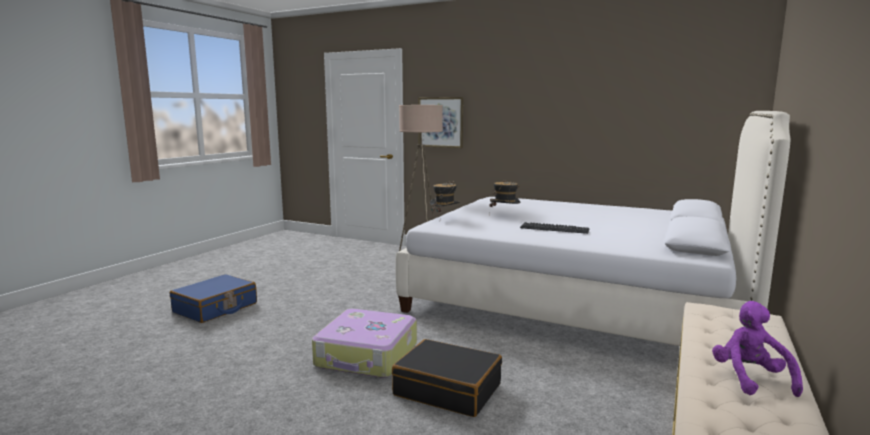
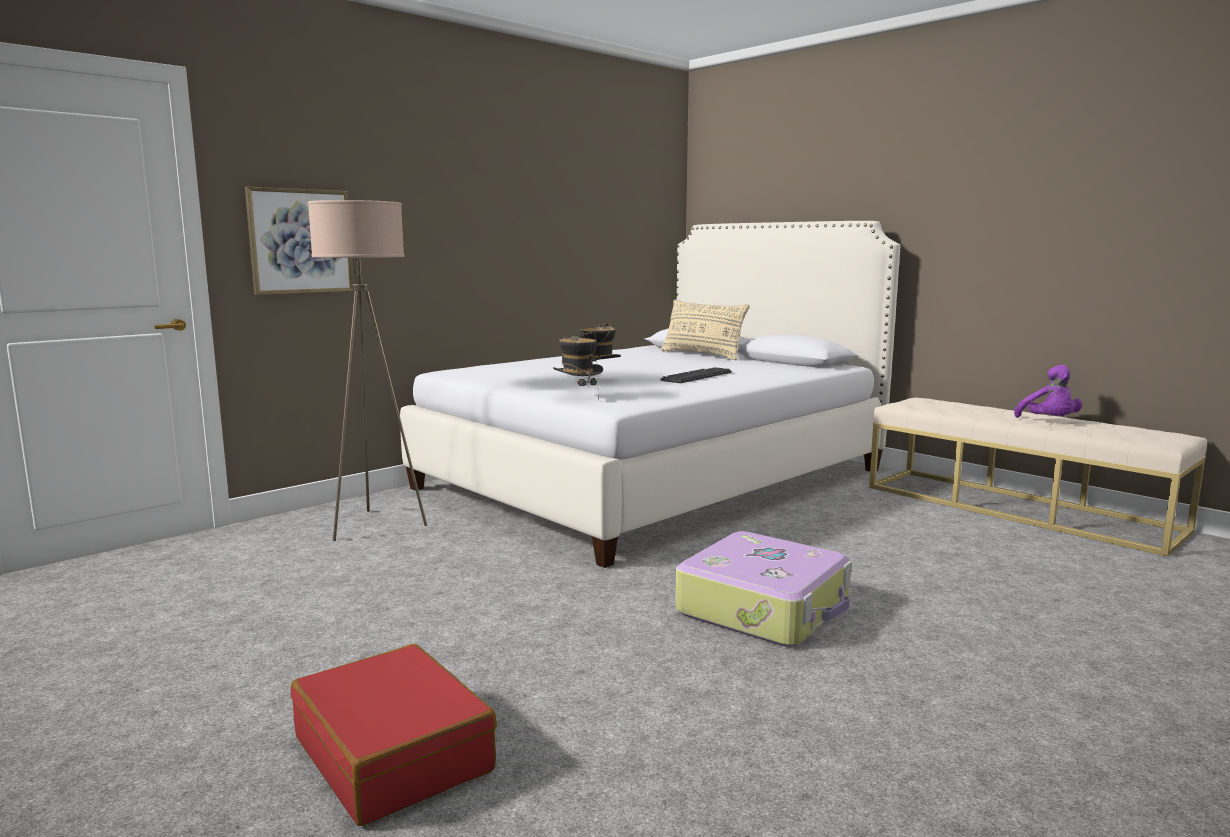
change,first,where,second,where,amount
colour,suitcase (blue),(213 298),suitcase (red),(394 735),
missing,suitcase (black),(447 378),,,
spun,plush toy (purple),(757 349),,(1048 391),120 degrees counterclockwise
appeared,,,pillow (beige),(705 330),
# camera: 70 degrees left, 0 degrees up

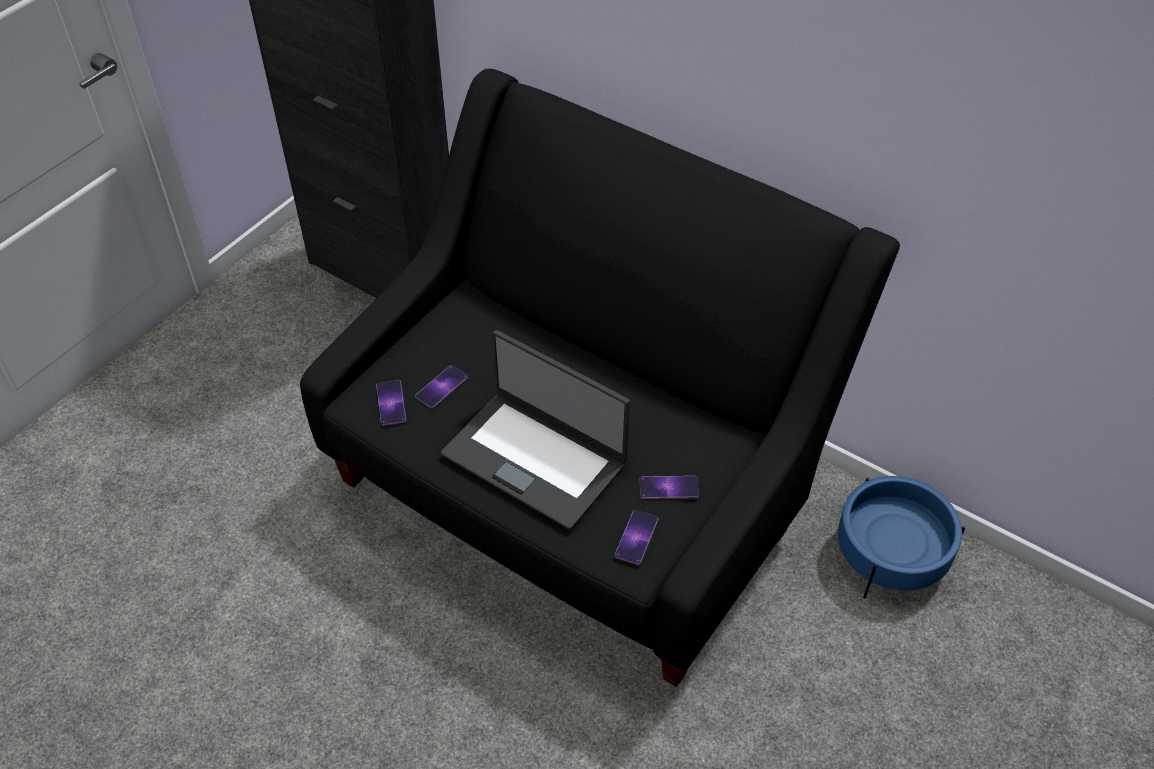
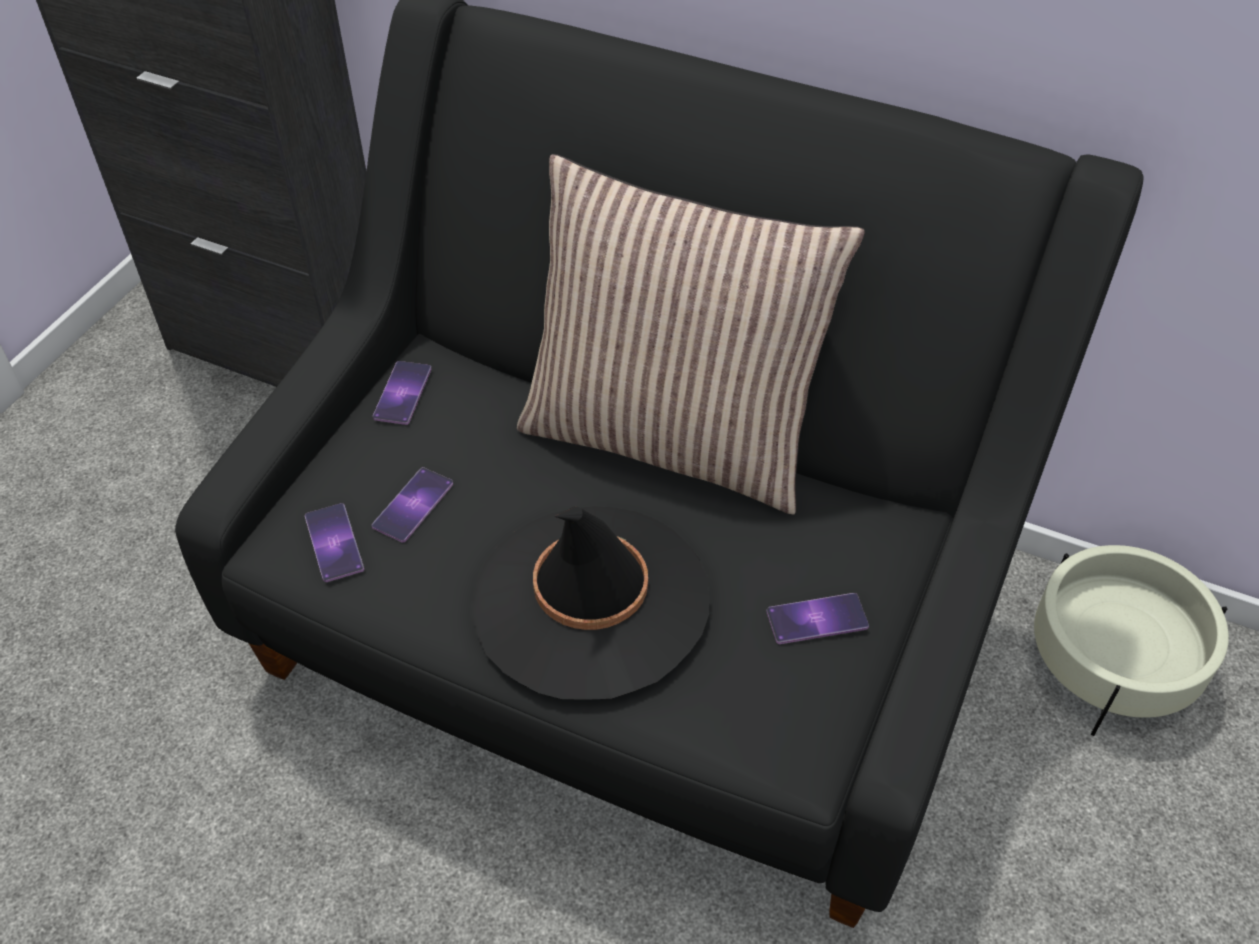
change,first,where,second,where,amount
exchanged,laptop,(535 430),hat (black),(590 603),
relocated,phone,(636 537),,(402 393),
colour,planter (blue),(901 537),planter (beige),(1131 640),
appeared,,,pillow,(691 334),
# camera: 10 degrees left, 0 degrees up

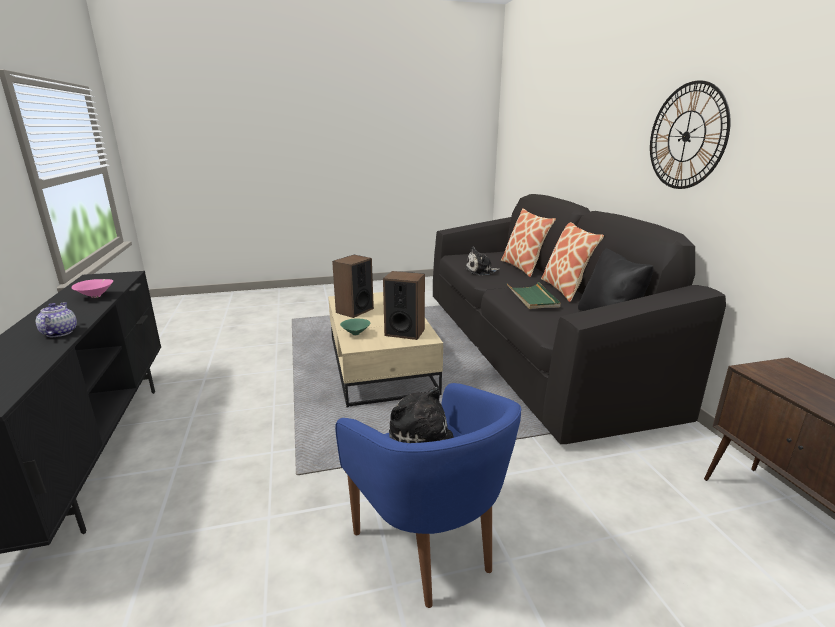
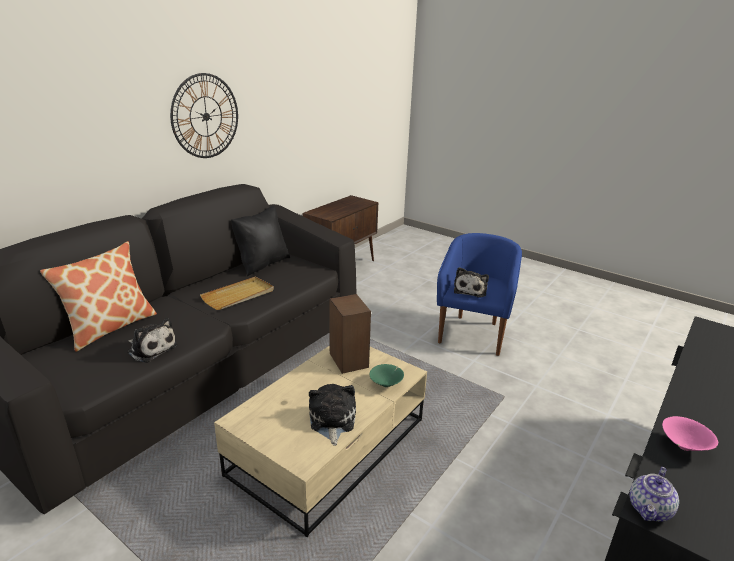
change,first,where,second,where,amount
relocated,teapot,(56 319),,(654 494),
exchanged,speaker,(353 286),plush toy,(332 415),
colour,tray (green),(533 295),tray (beige),(237 293),
missing,pillow,(572 262),,,
# camera: 130 degrees left, 5 degrees up

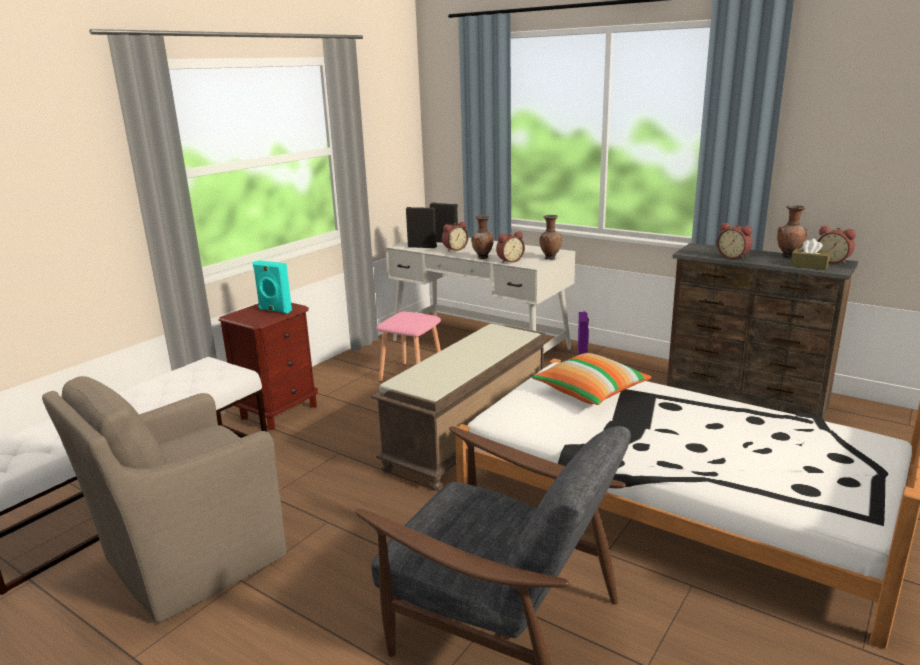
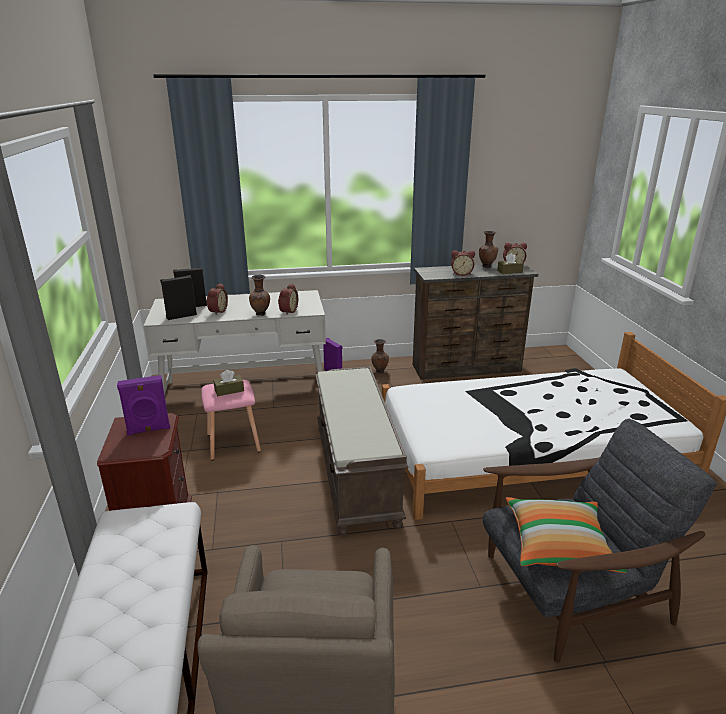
change,first,where,second,where,amount
colour,speaker (turquoise),(272 287),speaker (purple),(143 405),
relocated,pillow,(592 379),,(567 535),
relocated,vase (brown),(550 237),,(380 356),
appeared,,,tissue box (brown),(229 383),
# camera: 45 degrees left, 5 degrees up

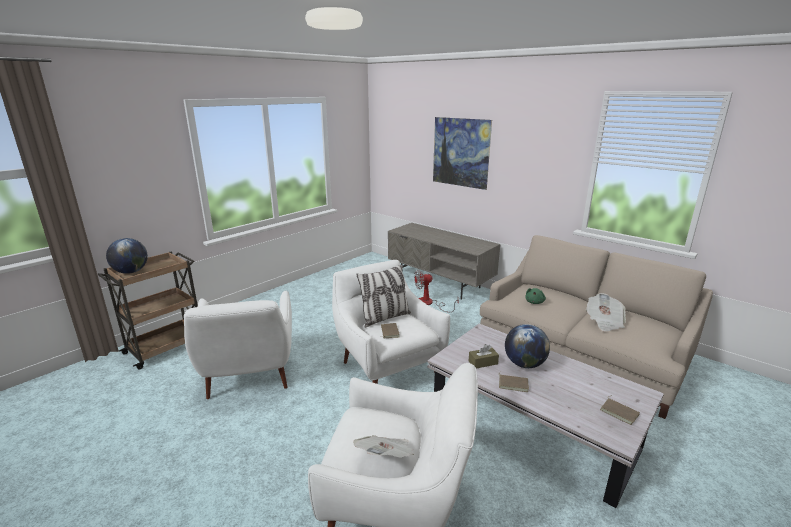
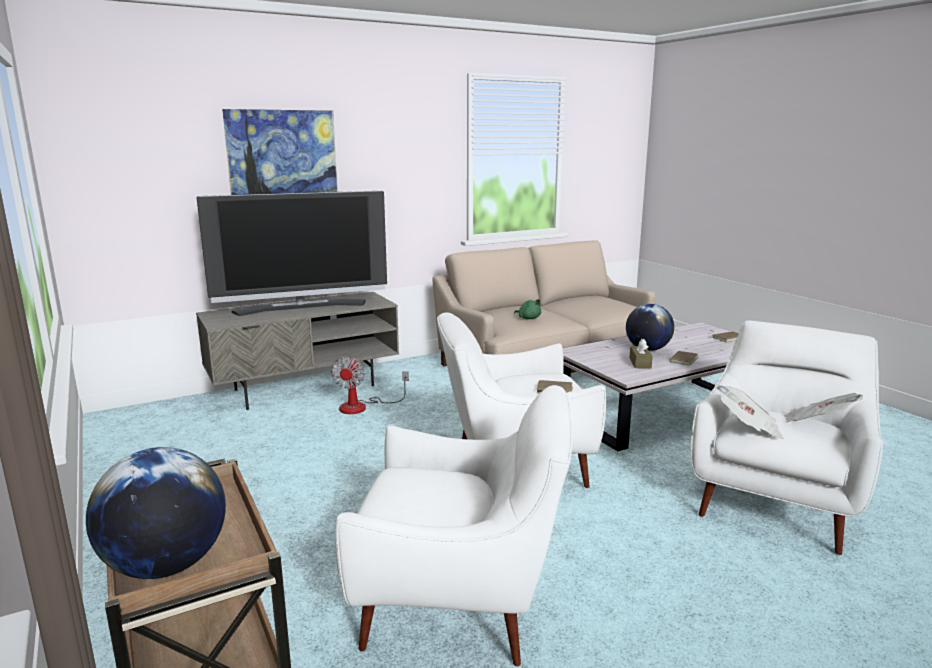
change,first,where,second,where,amount
missing,pillow,(383 296),,,
relocated,newspaper,(606 312),,(749 411),
appeared,,,television,(292 253),
# camera: 70 degrees left, 5 degrees down

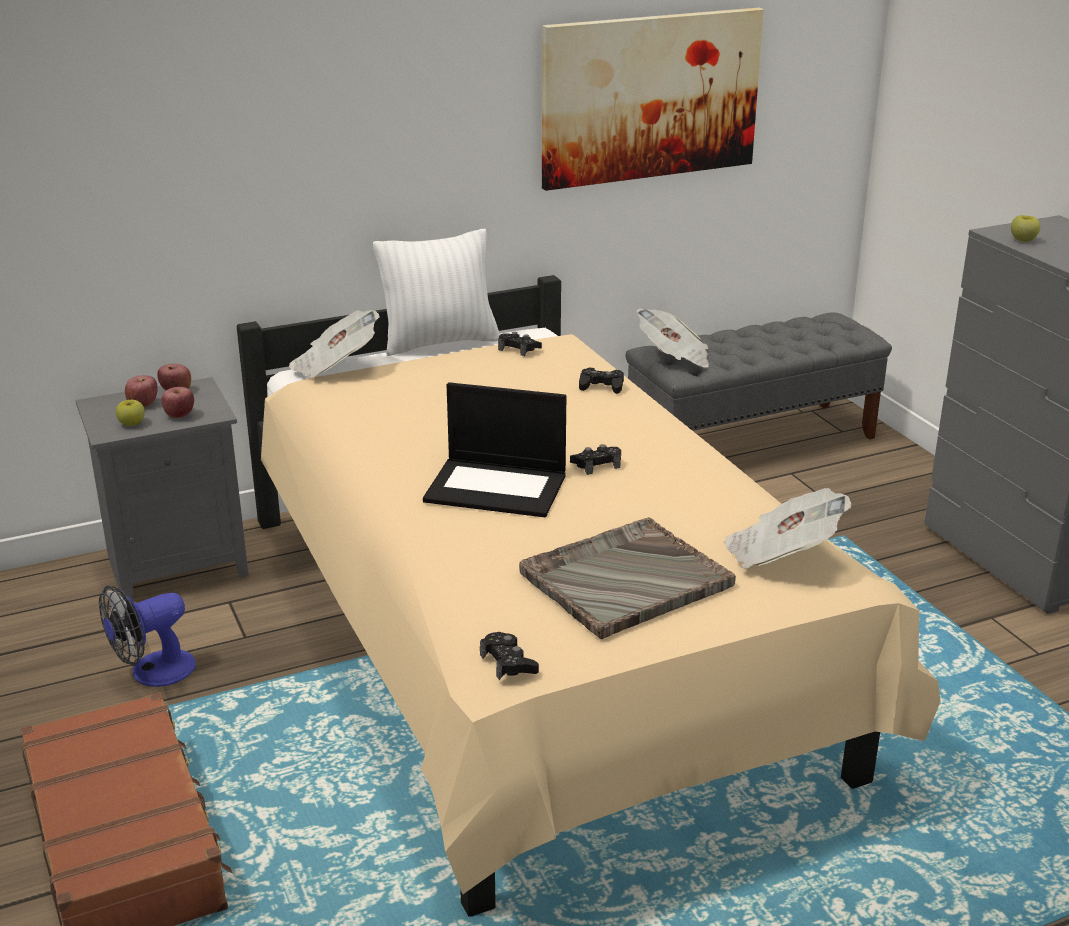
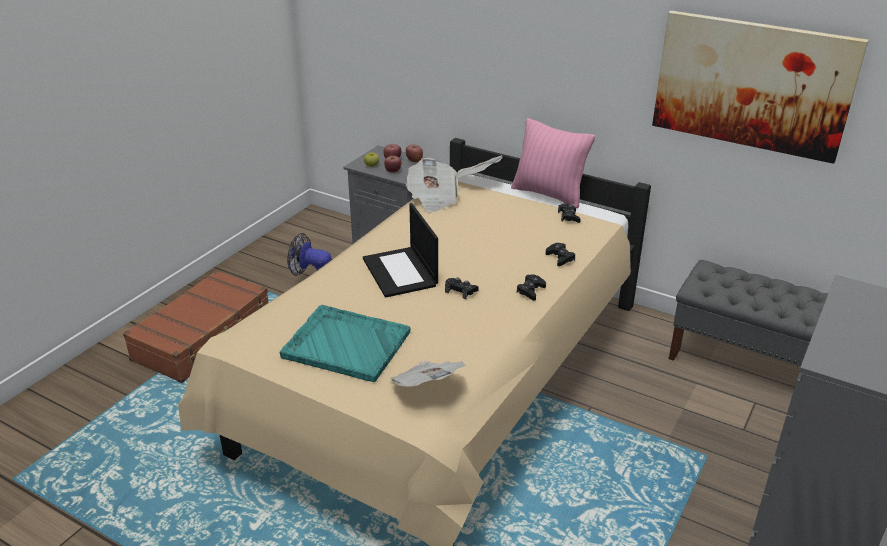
change,first,where,second,where,amount
colour,pillow (white),(436 292),pillow (pink),(553 163),
relocated,game controller (black),(509 656),,(531 287),
colour,tray (grey),(627 579),tray (turquoise),(345 343),
relocated,newspaper,(672 338),,(432 185),
missing,apple,(1025 228),,,
# camera: 55 degrees right, 5 degrees up

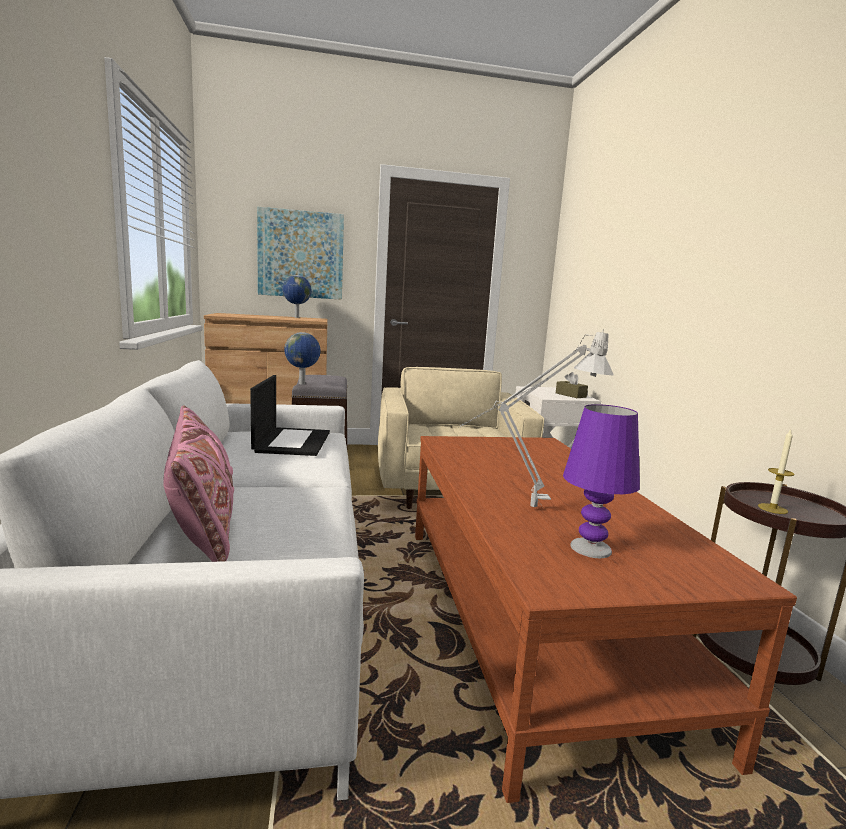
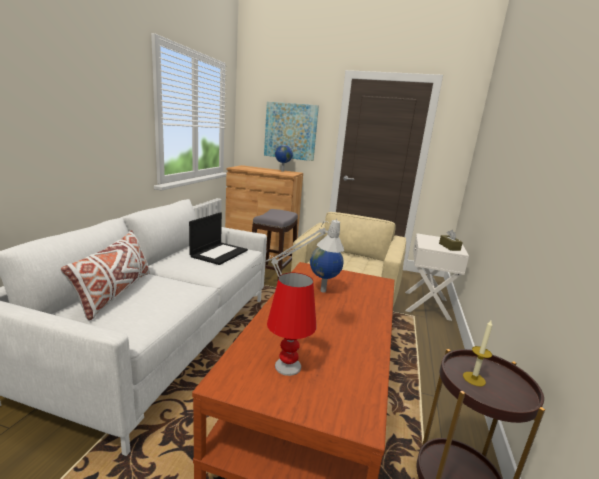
change,first,where,second,where,amount
colour,pillow (pink),(198 483),pillow (white),(105 275),
relocated,globe,(302 358),,(327 270),
colour,table lamp (purple),(601 481),table lamp (red),(292 324),
# camera: 25 degrees right, 5 degrees up

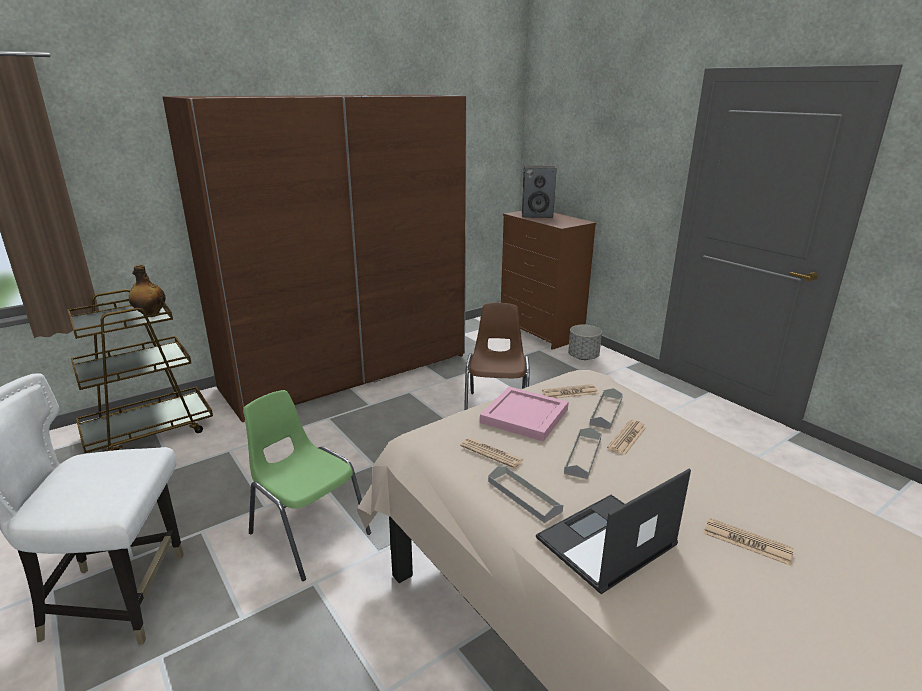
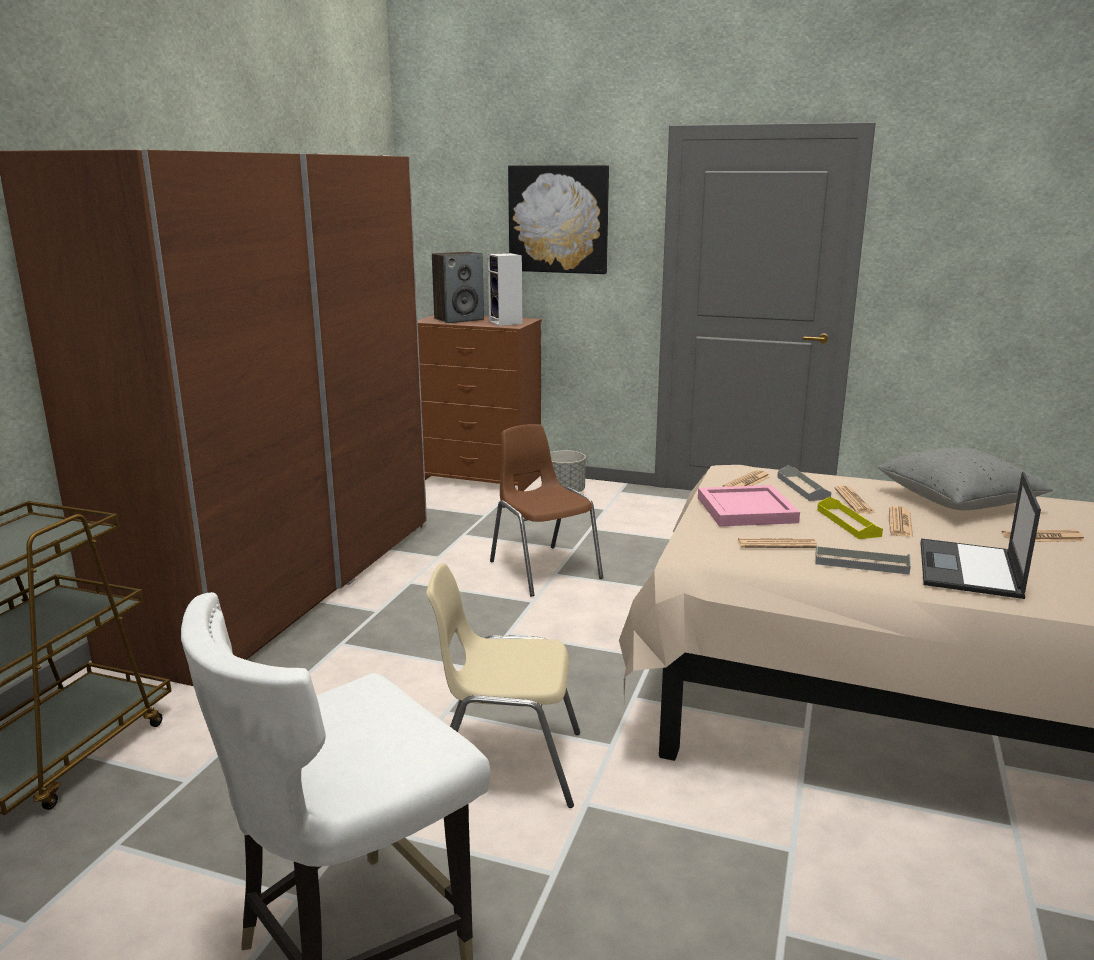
change,first,where,second,where,amount
missing,bottle,(147 291),,,
colour,chair (green),(307 485),chair (beige),(503 685),
colour,tray (grey),(582 453),tray (yellow),(850 518),
appeared,,,speaker,(504 289),
appeared,,,picture,(558 219),
appeared,,,pillow (grey),(964 478),
appeared,,,newspaper,(901 521),
# camera: 35 degrees left, 5 degrees down

